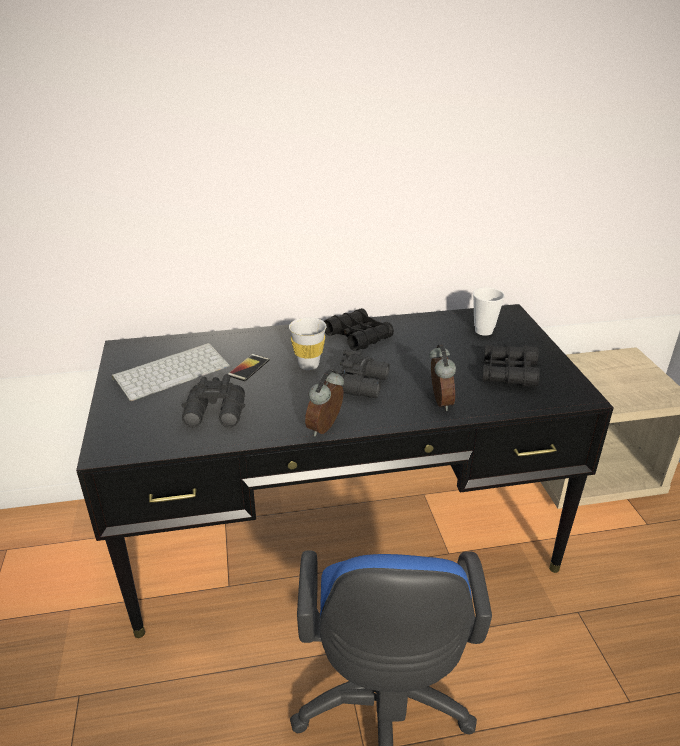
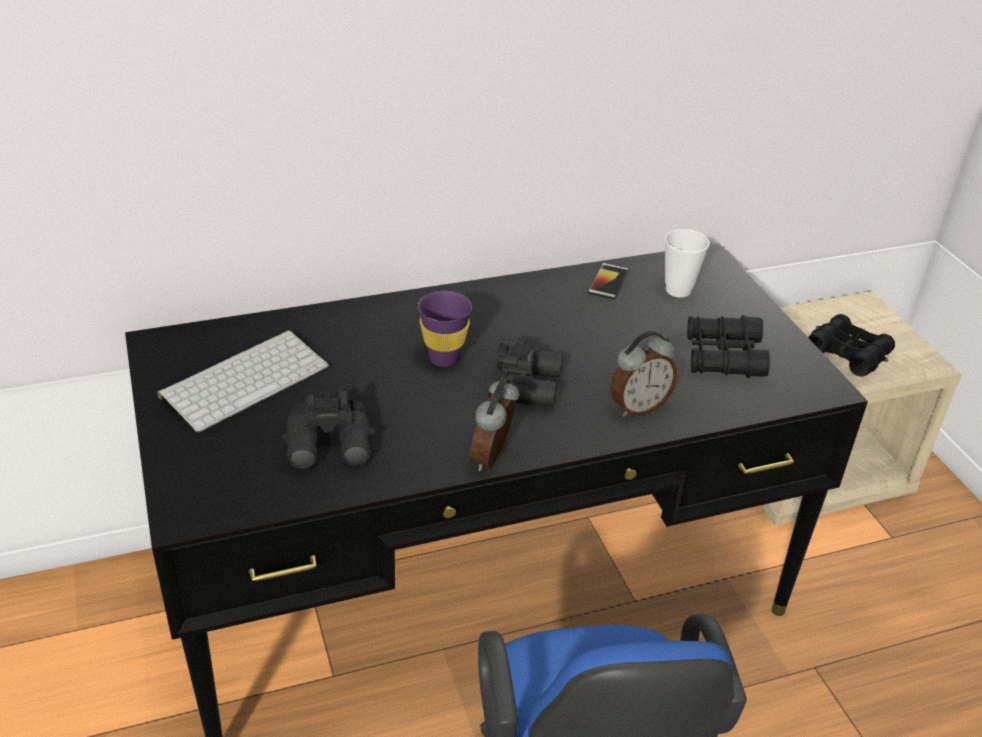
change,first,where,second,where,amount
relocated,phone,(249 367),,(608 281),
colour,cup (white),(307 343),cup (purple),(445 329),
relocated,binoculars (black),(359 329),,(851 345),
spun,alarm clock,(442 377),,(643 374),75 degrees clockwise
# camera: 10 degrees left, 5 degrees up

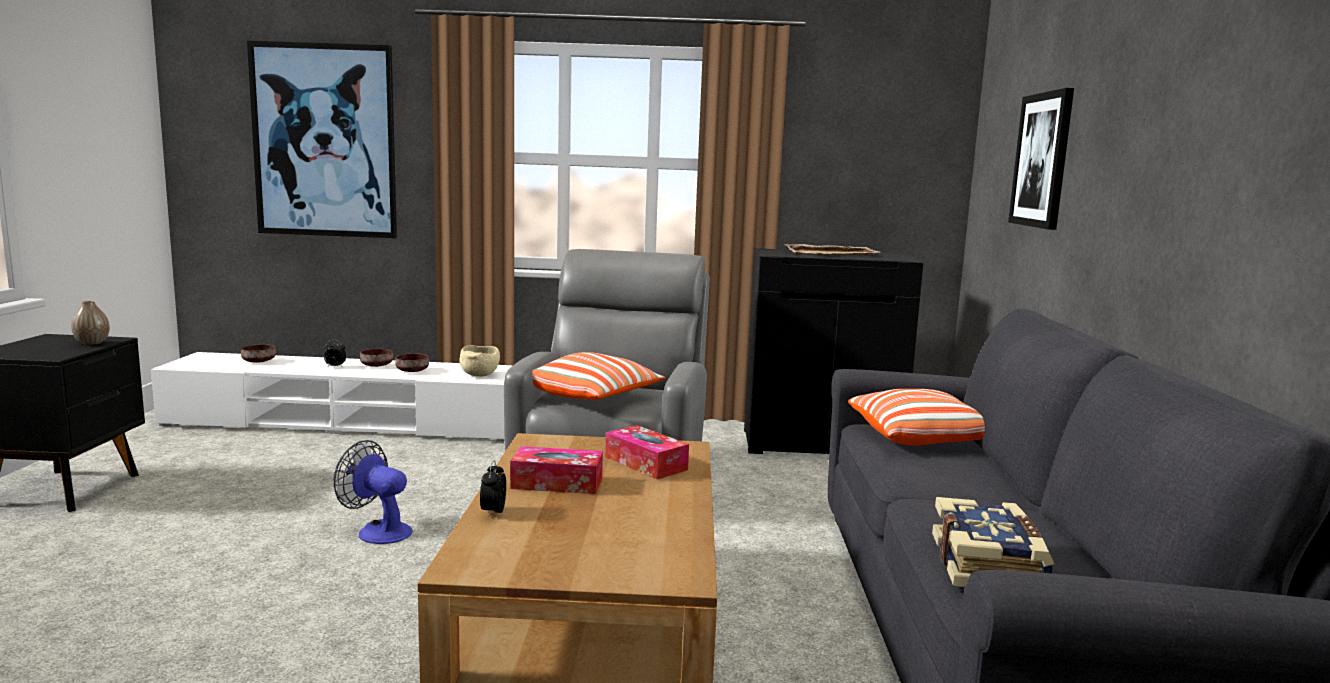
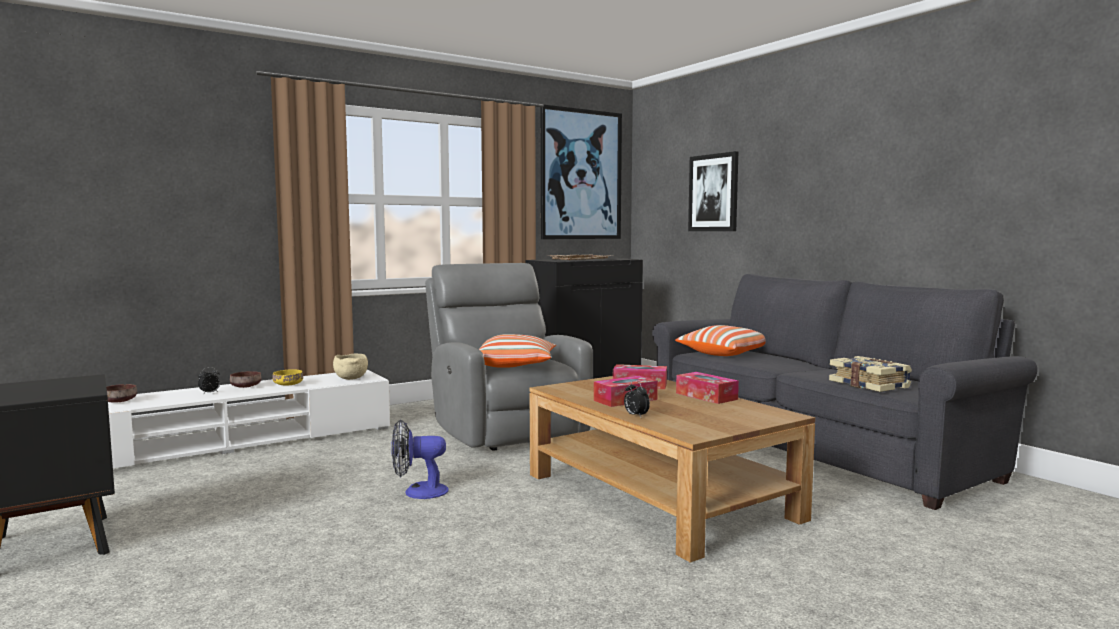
change,first,where,second,where,amount
missing,vase,(90 323),,,
relocated,picture,(322 139),,(581 171),
colour,bowl (brown),(412 362),bowl (yellow),(288 377),
appeared,,,tissue box,(707 388),
# camera: 35 degrees left, 5 degrees down

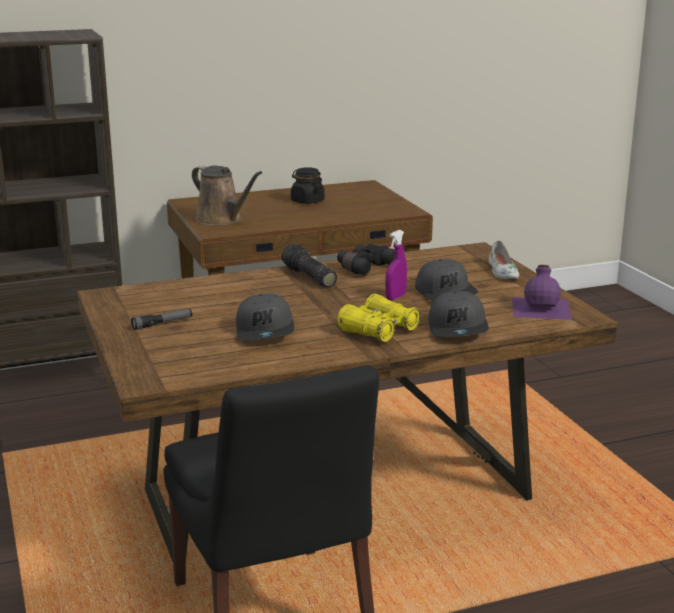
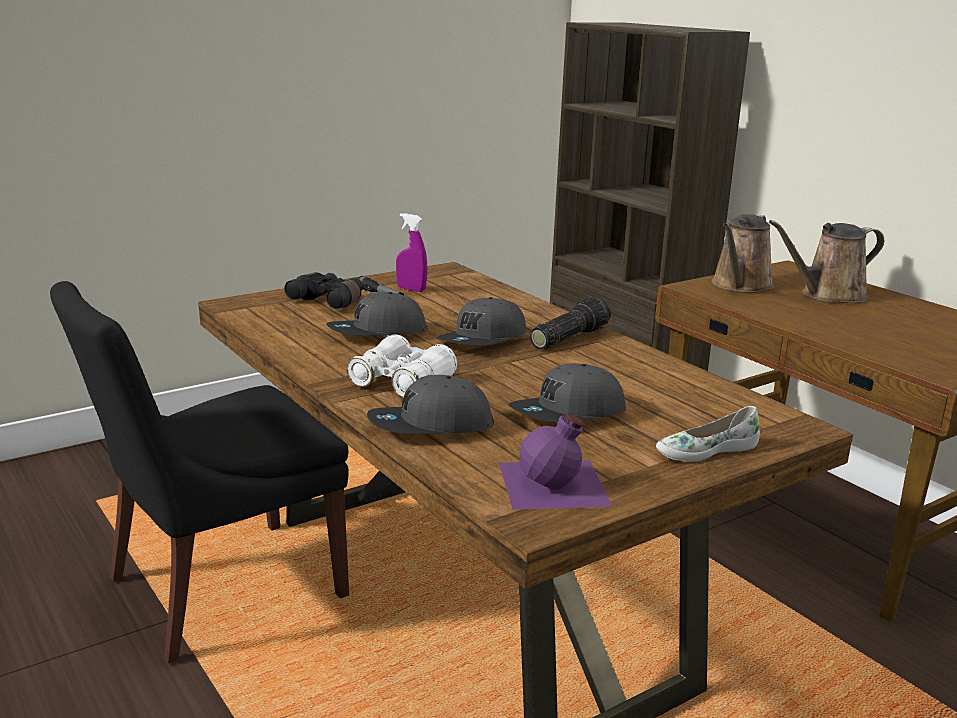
change,first,where,second,where,amount
missing,jar (black),(307 185),,,
relocated,binoculars (black),(366 259),,(323 291),
colour,binoculars (yellow),(379 318),binoculars (white),(401 365),
relocated,spray bottle (purple),(396 265),,(412 252),
appeared,,,cap (grey),(481 321),
appeared,,,watering can (brown),(826 261),
# camera: 75 degrees right, 0 degrees up

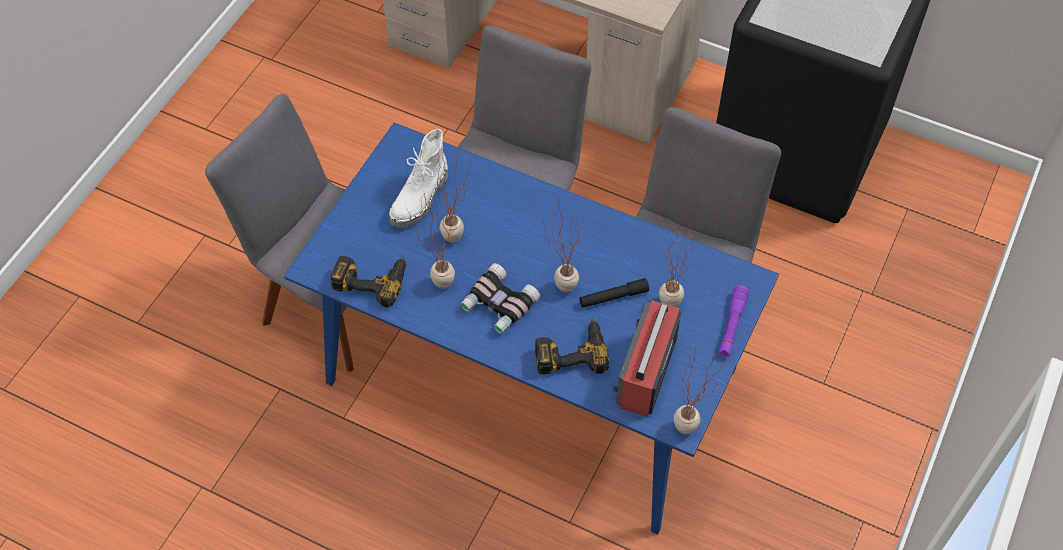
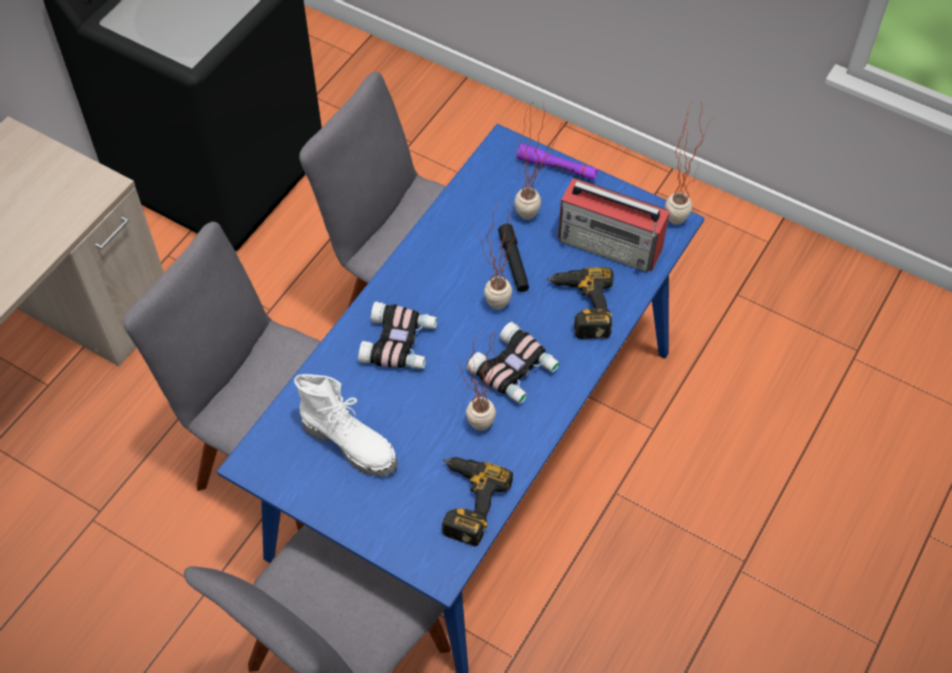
change,first,where,second,where,amount
missing,potted plant,(455 192),,,
appeared,,,binoculars,(397 335),
# camera: 85 degrees left, 0 degrees up

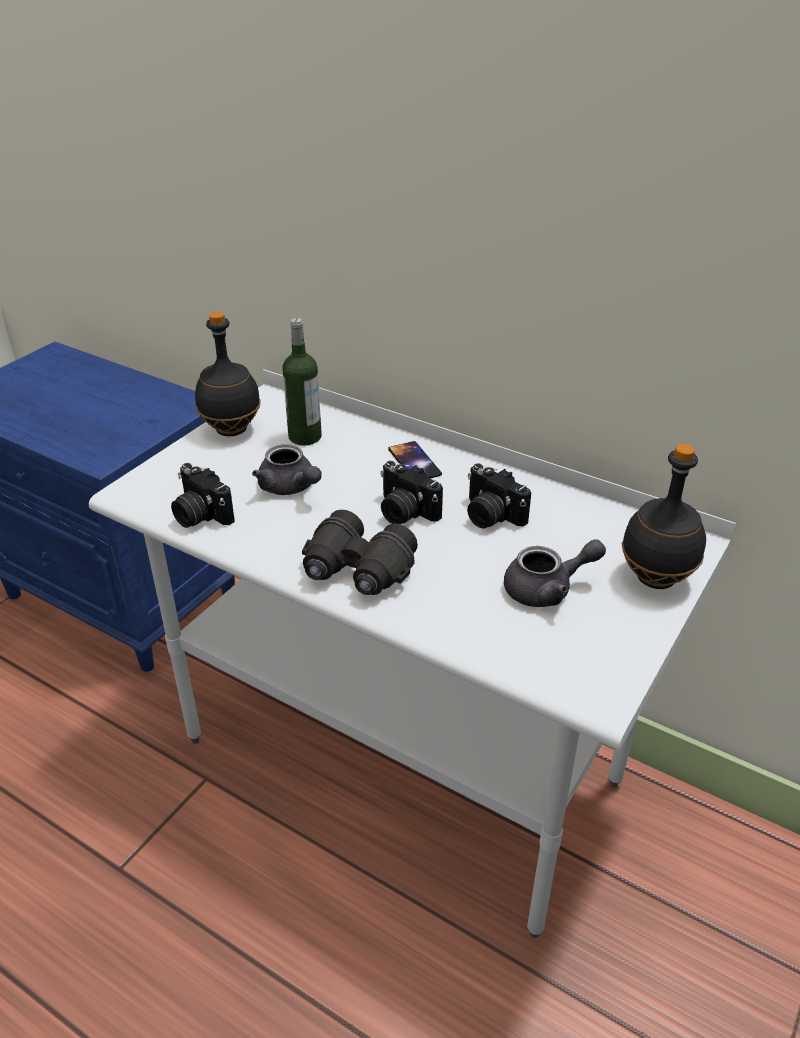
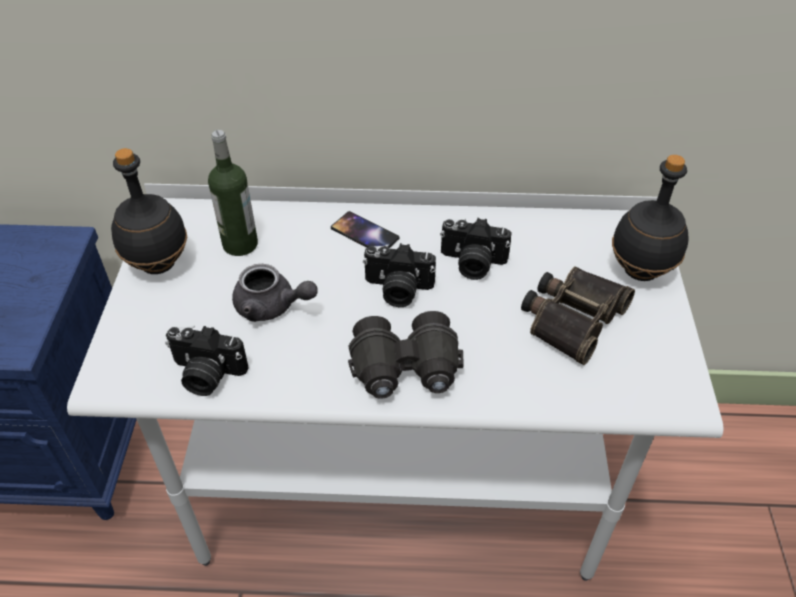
change,first,where,second,where,amount
exchanged,teapot (grey),(555 573),binoculars,(578 315),
# camera: 30 degrees left, 10 degrees up

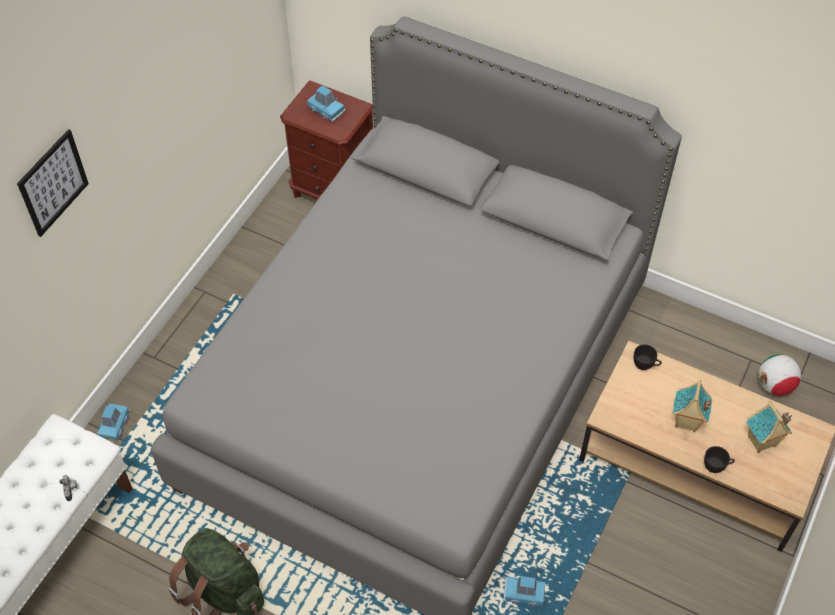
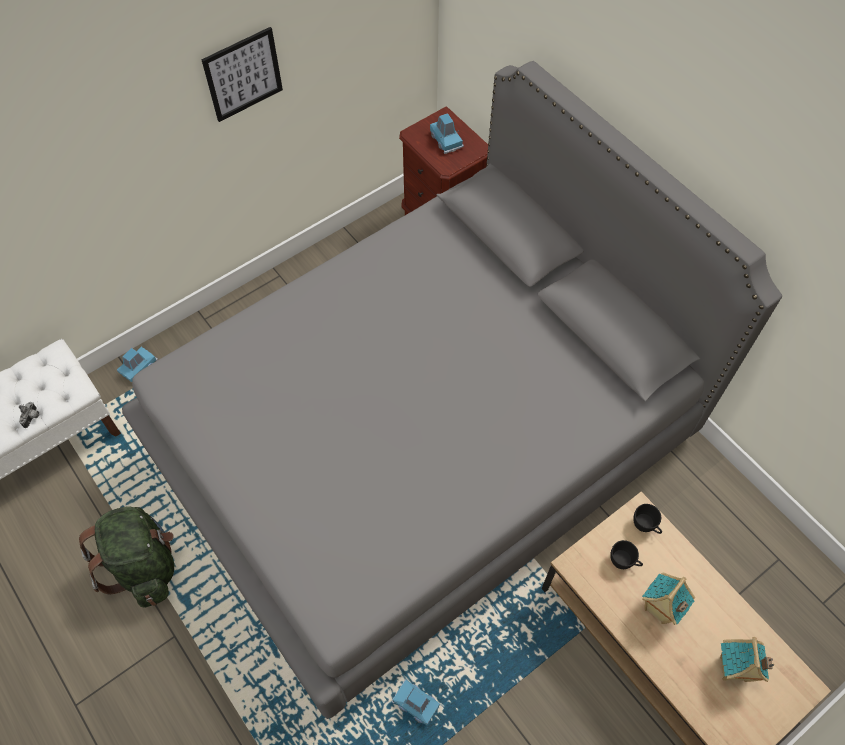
change,first,where,second,where,amount
relocated,picture,(53 183),,(242 74),
relocated,cup (black),(719 459),,(626 554),
missing,football,(779 375),,,
# camera: 25 degrees right, 5 degrees up

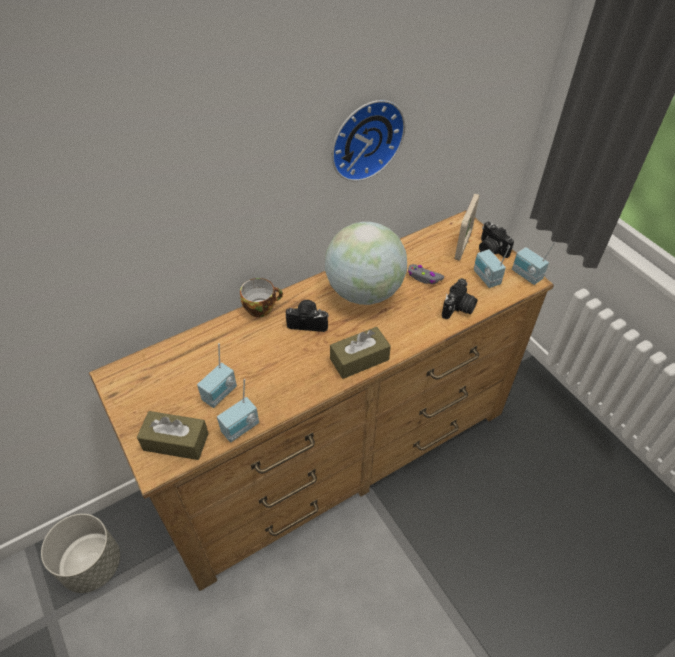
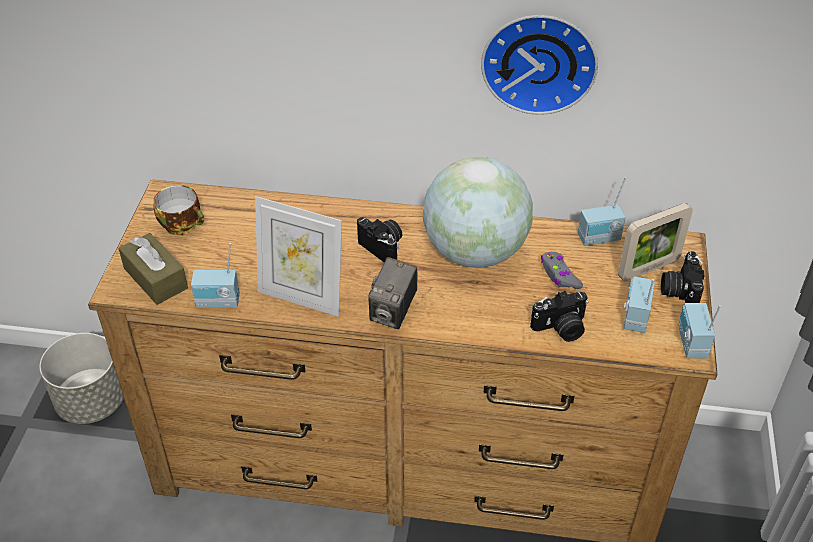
change,first,where,second,where,amount
relocated,radio,(217 375),,(602 211),
relocated,cup,(261 297),,(178 210),
exchanged,tissue box (brown),(360 353),photo camera,(392 293),
appeared,,,picture frame,(298 256),
# camera: 40 degrees right, 5 degrees down

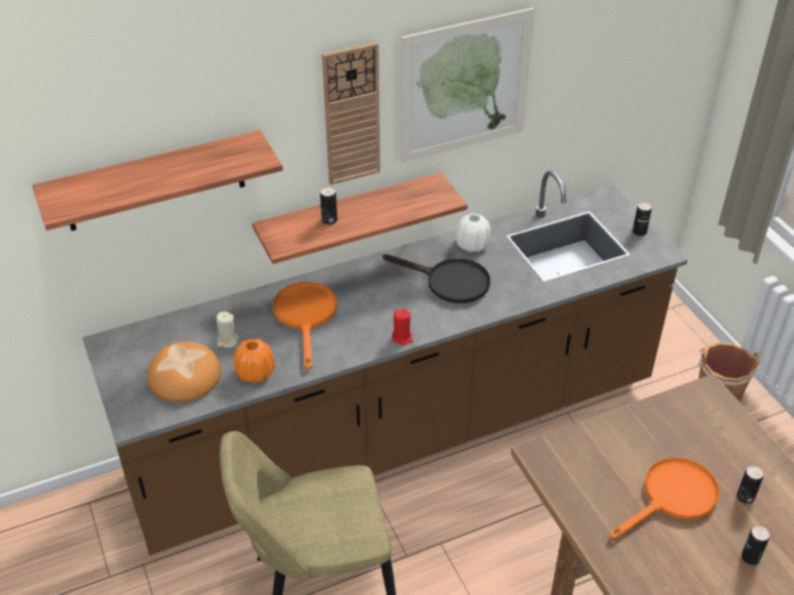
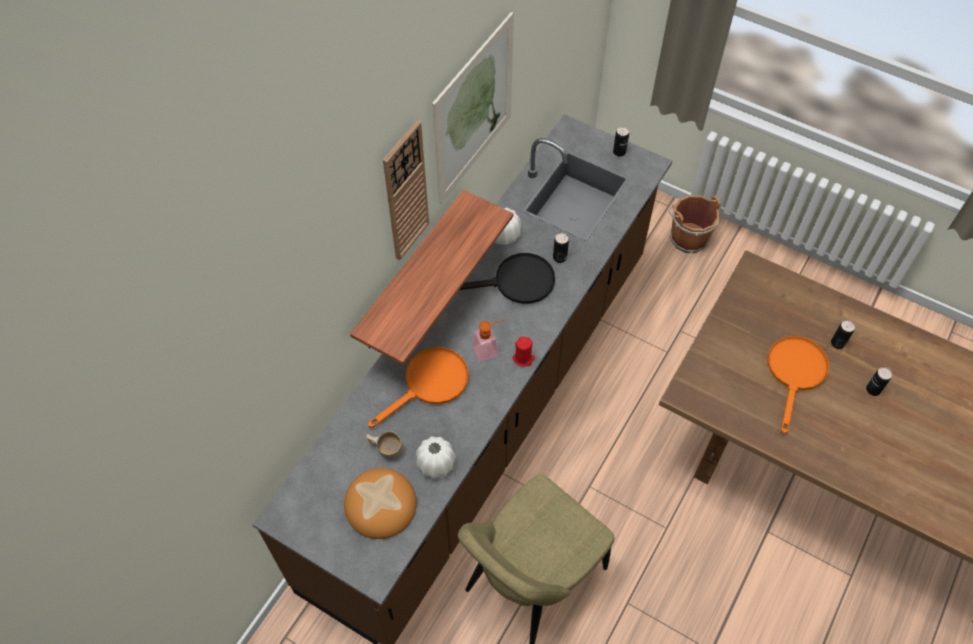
change,first,where,second,where,amount
missing,shelf,(157 180),,,
exchanged,candle (beige),(227 330),cup (beige),(384 445),
colour,vase (orange),(254 361),vase (white),(436 457),
spun,frying pan (orange),(305 325),,(418 387),90 degrees clockwise
relocated,can,(328 206),,(561 248),
appeared,,,soap dispenser,(488 340),
# camera: 35 degrees left, 15 degrees up

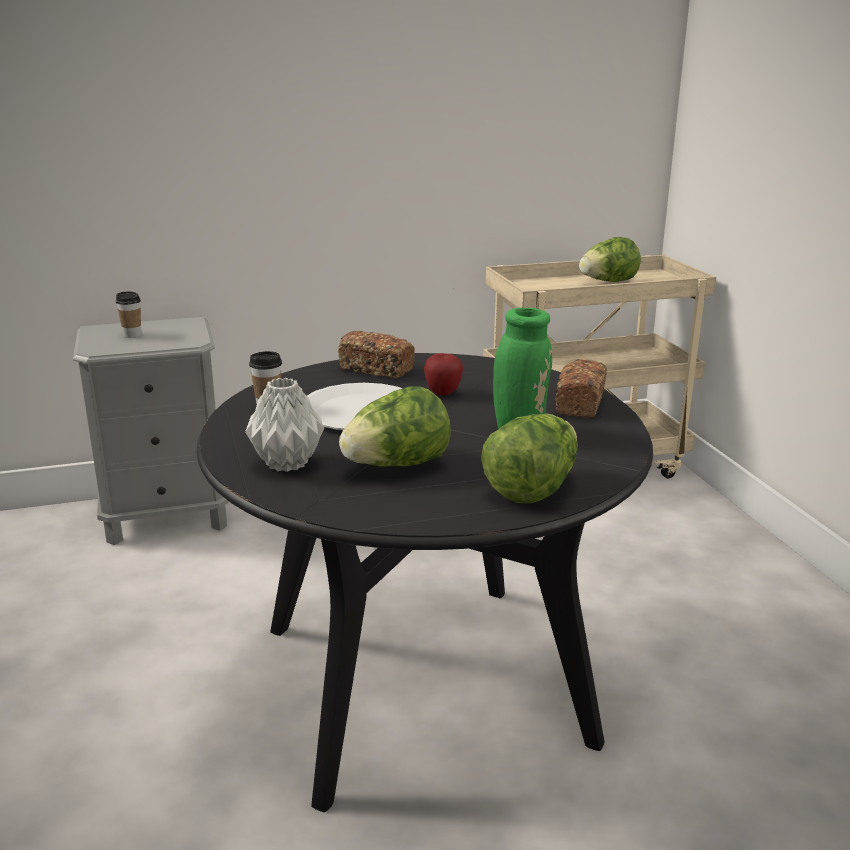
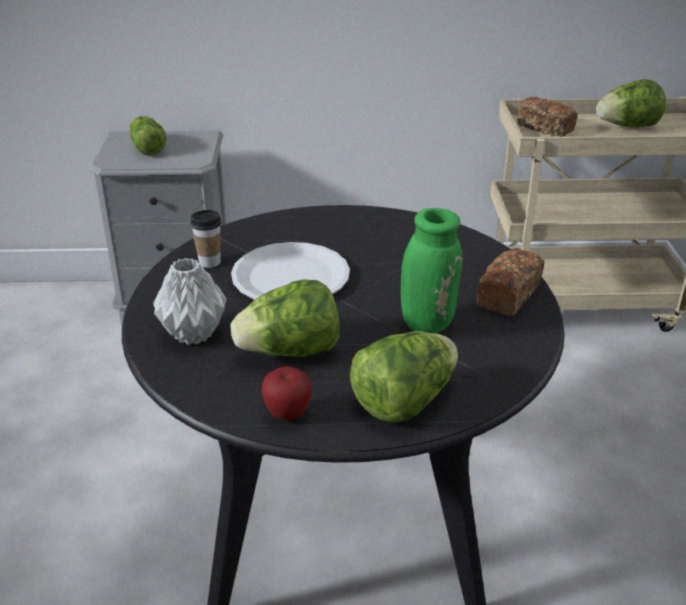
change,first,where,second,where,amount
exchanged,cup,(128 314),lettuce,(148 136),
relocated,bread,(376 354),,(547 117),
relocated,apple,(443 374),,(286 393),
# camera: 15 degrees right, 10 degrees up

